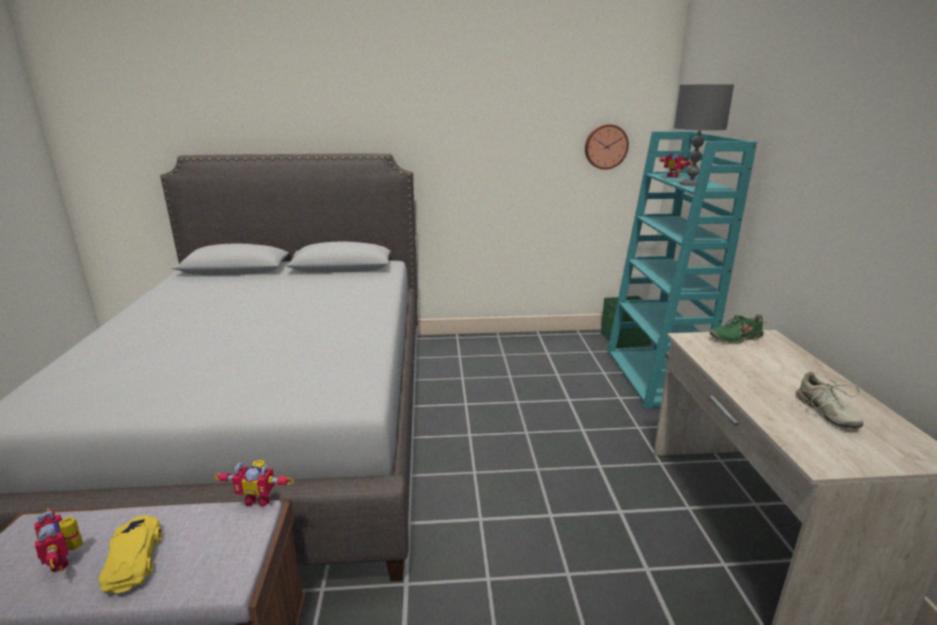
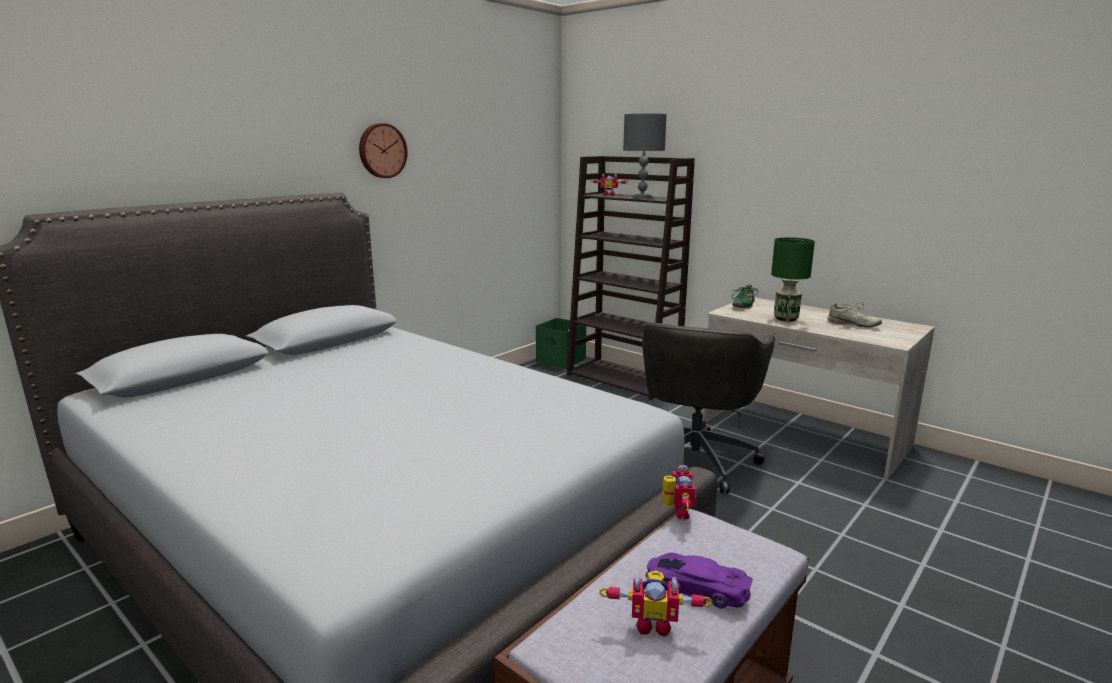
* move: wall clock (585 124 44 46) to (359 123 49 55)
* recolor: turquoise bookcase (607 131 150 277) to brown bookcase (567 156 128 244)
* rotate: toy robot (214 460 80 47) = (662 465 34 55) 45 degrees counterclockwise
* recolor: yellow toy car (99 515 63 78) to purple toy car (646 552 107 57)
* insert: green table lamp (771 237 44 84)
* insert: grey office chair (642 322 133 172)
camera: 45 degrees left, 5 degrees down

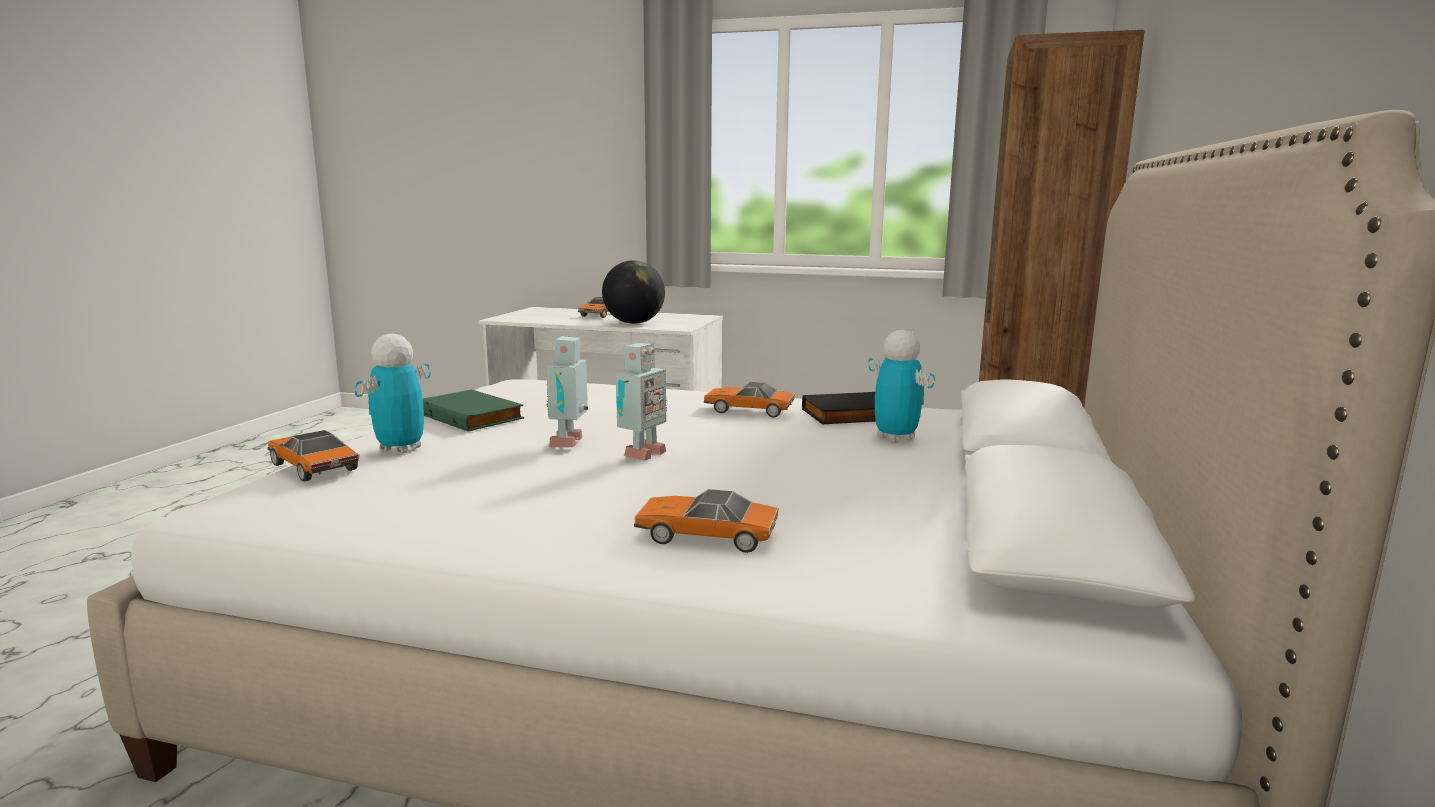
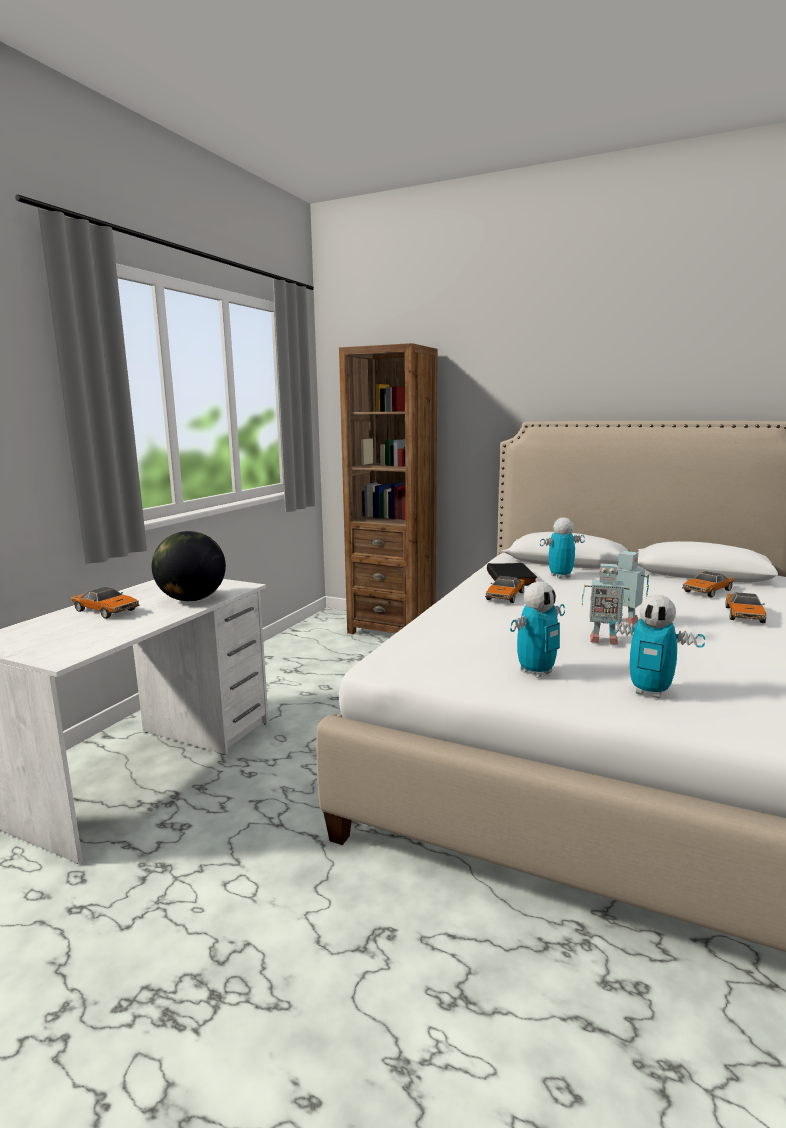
* replace: green book (423 389 101 43) to toy robot (510 581 55 97)
* move: toy car (267 430 92 52) to (682 571 52 27)
camera: 80 degrees left, 0 degrees up

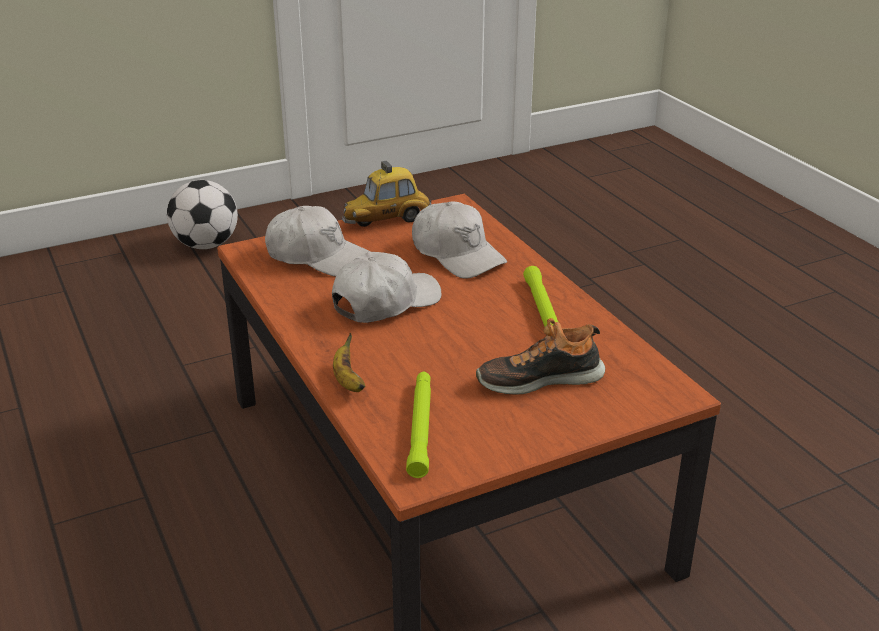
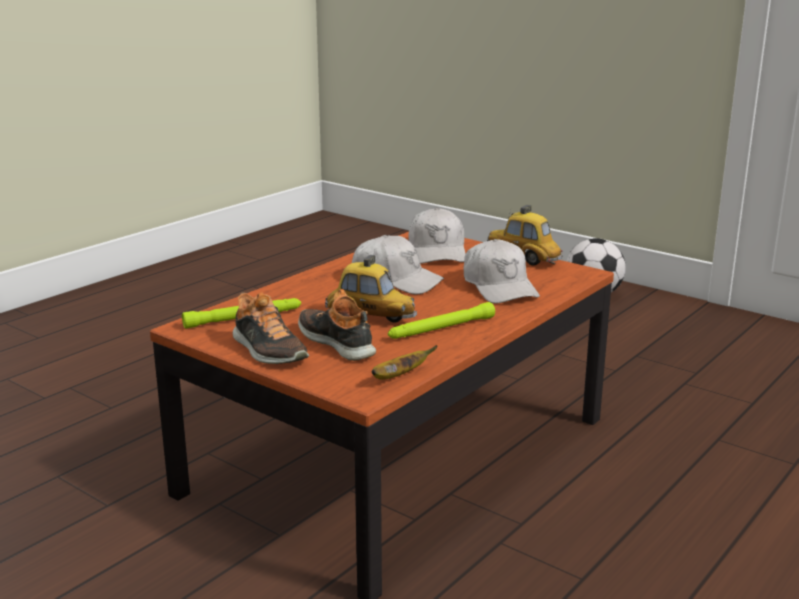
* rotate: white cap (412 201 95 78) = (464 239 76 65) 45 degrees counterclockwise
* move: banana (333 333 32 59) to (371 345 67 35)
* insert: toy car (325 255 92 68)
* insert: shoe (232 292 77 72)
camera: 65 degrees right, 10 degrees down

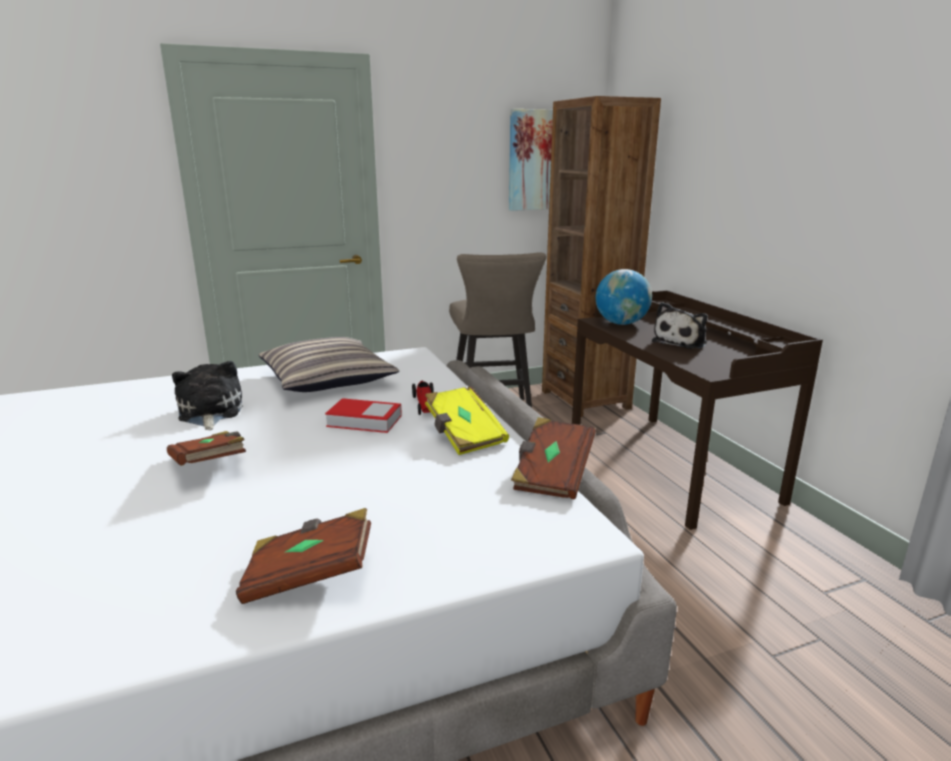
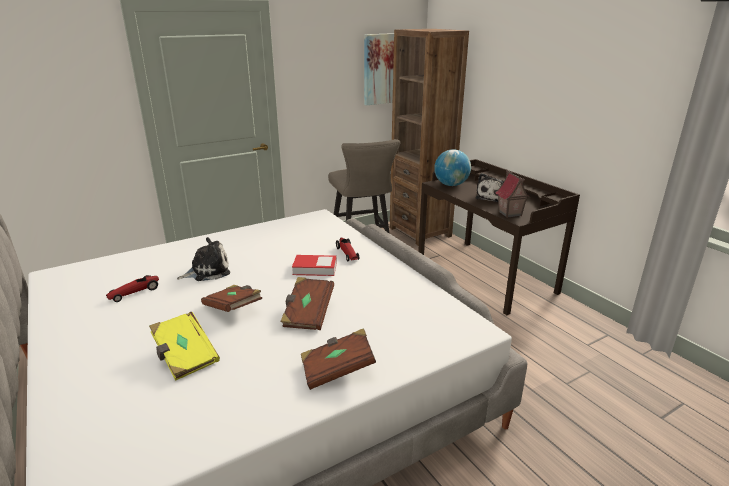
* delete: pillow (259 337 140 55)
* rotate: plush toy (172 361 71 69) = (177 237 53 44) 90 degrees clockwise
* move: yellow book (425 386 84 69) to (149 312 71 69)
* move: brown book (511 417 85 82) to (280 277 54 53)
* insert: toy house (496 169 34 49)
* insert: toy car (106 275 53 27)
camera: 10 degrees left, 5 degrees up

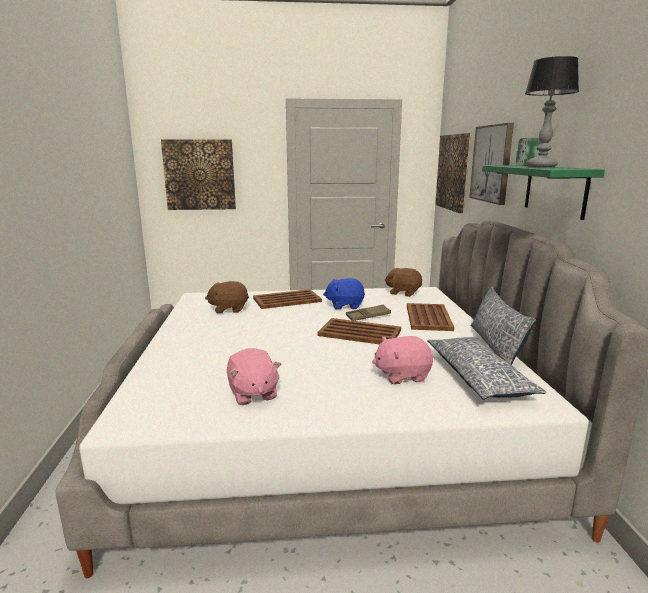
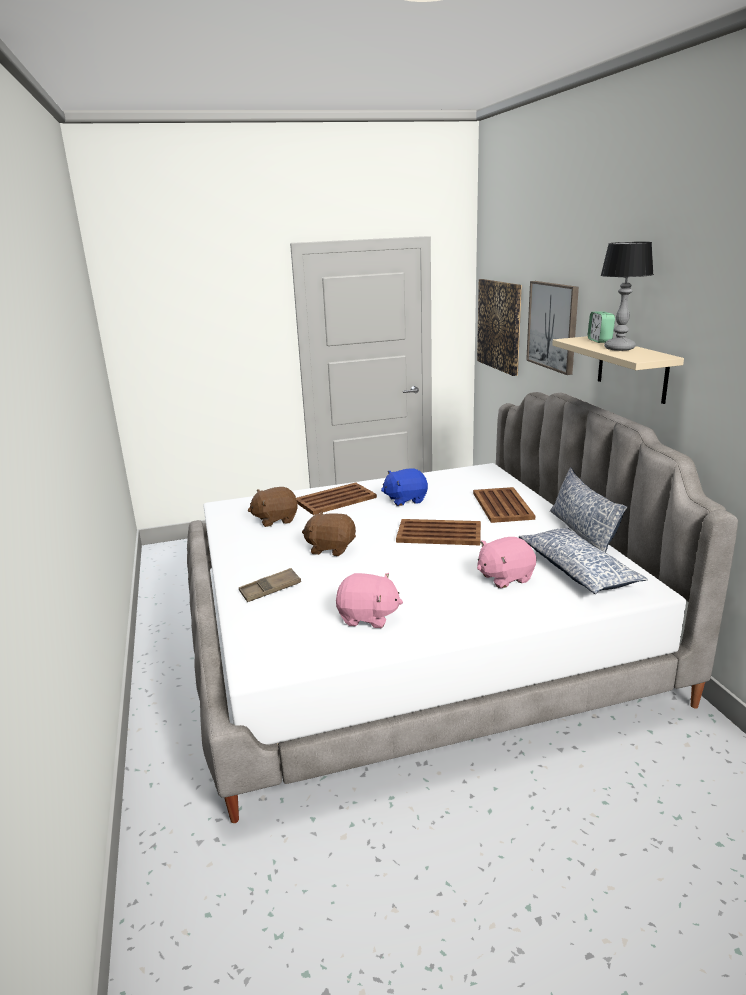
* delete: picture (161 139 75 71)
* recolor: green shelf (482 165 123 55) to beige shelf (552 336 132 68)
* move: brown plush toy (385 268 37 29) to (302 511 54 45)
* move: brown tray (346 305 45 16) to (239 568 62 34)
* rotate: pink plush toy (227 348 54 57) = (336 573 67 55) 45 degrees counterclockwise
camera: 10 degrees left, 5 degrees up

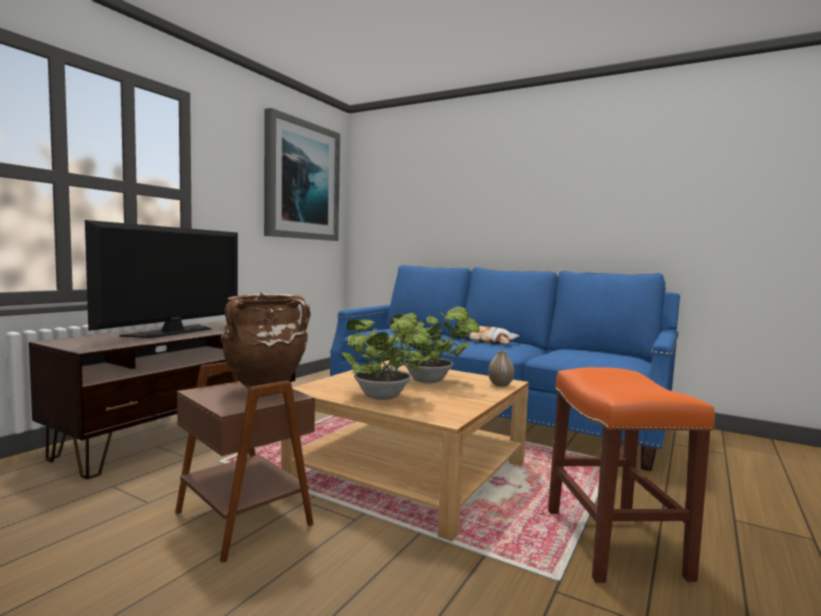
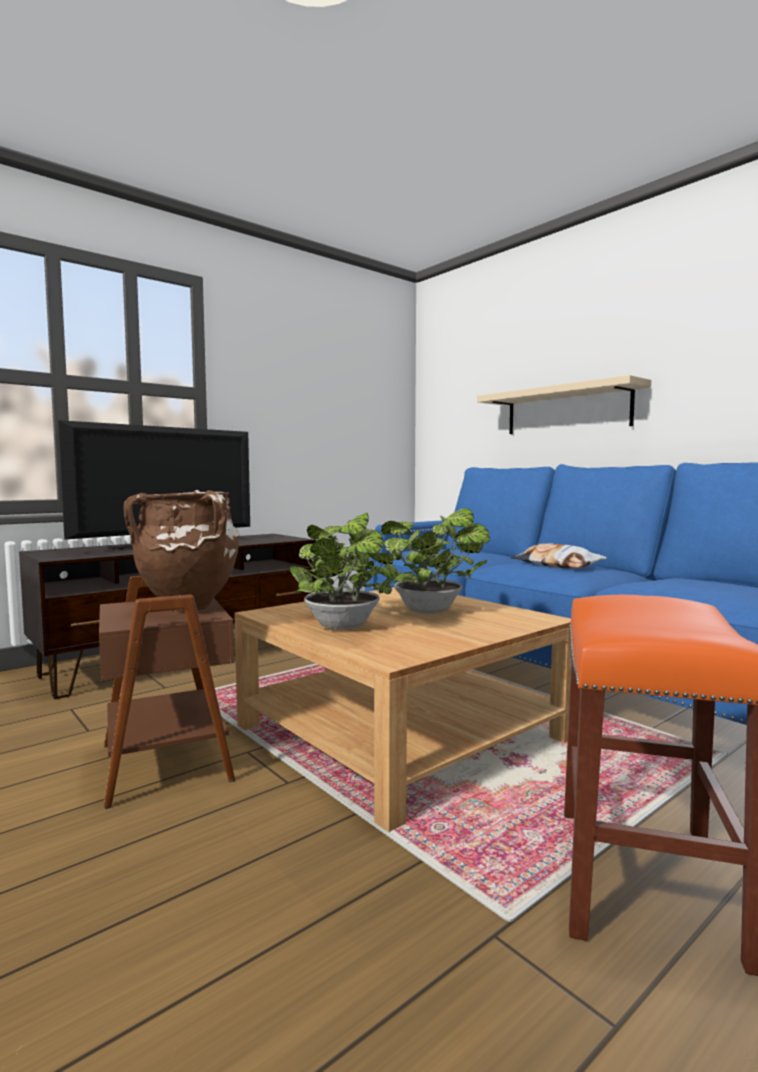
* delete: picture (264 108 76 133)
* delete: vase (488 351 26 36)
* insert: beige shelf (477 375 174 59)
camera: 20 degrees right, 0 degrees up

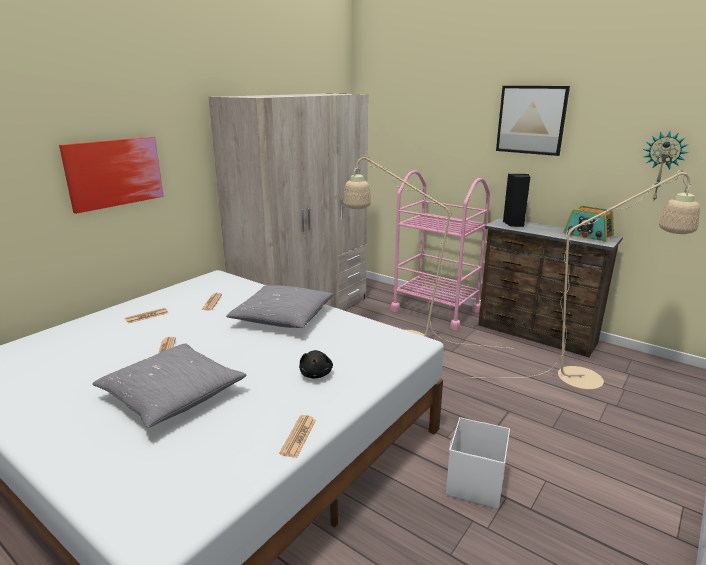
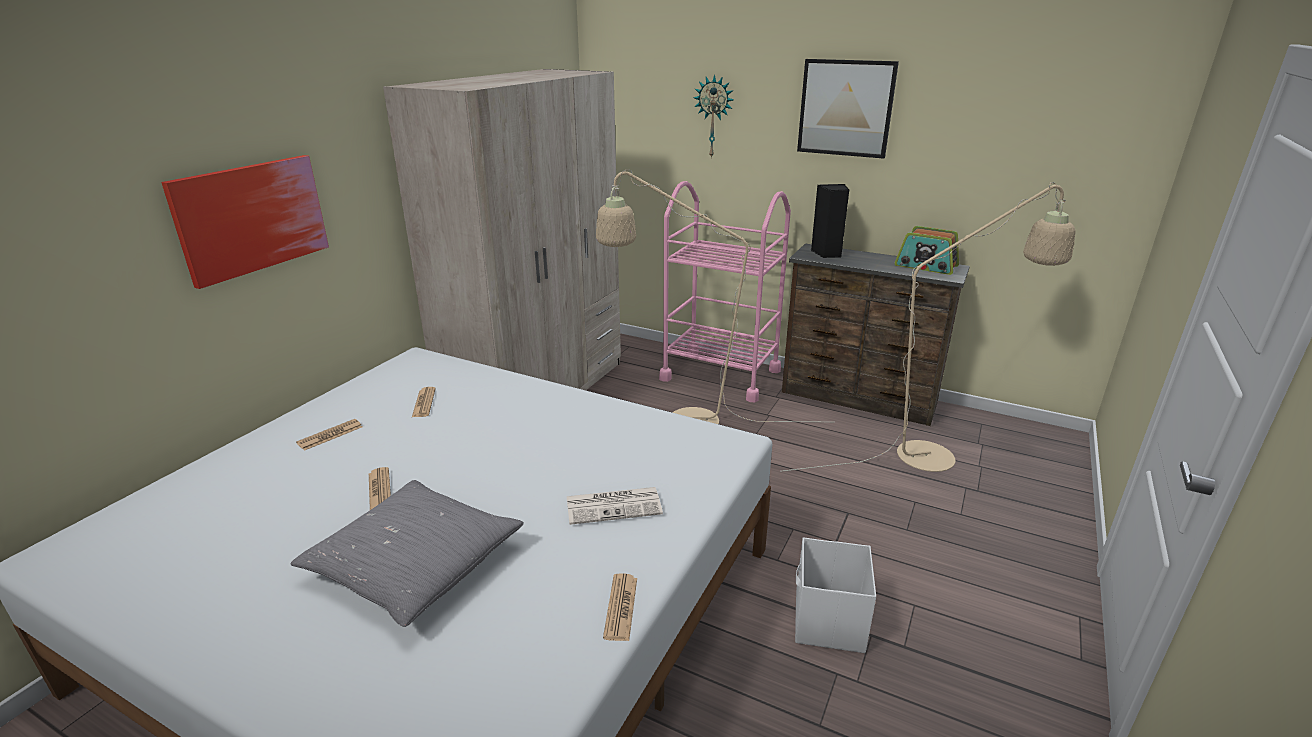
* move: wall clock (643 131 46 69) to (693 74 41 85)
* delete: grey pillow (226 285 108 43)
* replace: black plush toy (299 350 34 29) to newspaper (567 487 96 38)
camera: 10 degrees left, 5 degrees up

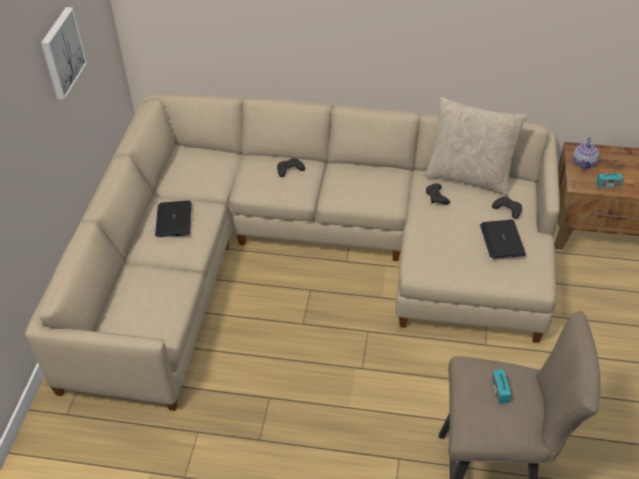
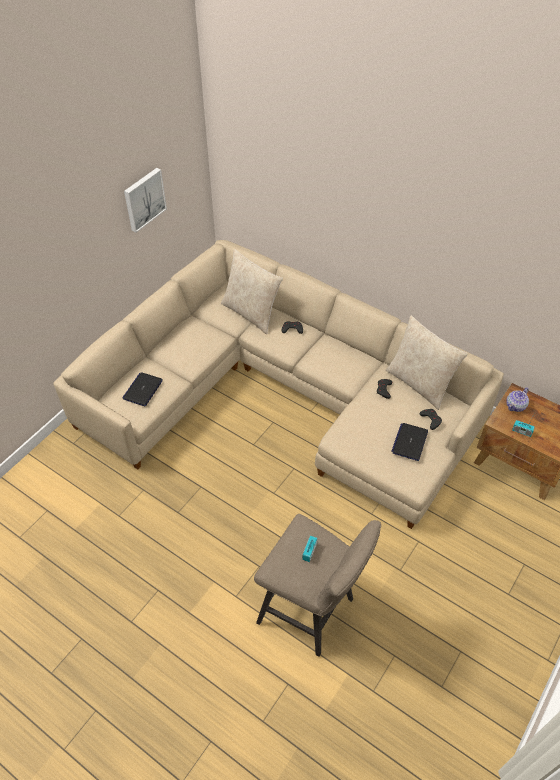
* move: laptop (155 201 36 36) to (122 372 41 34)
* insert: beige pillow (221 249 62 85)
camera: 25 degrees right, 5 degrees up

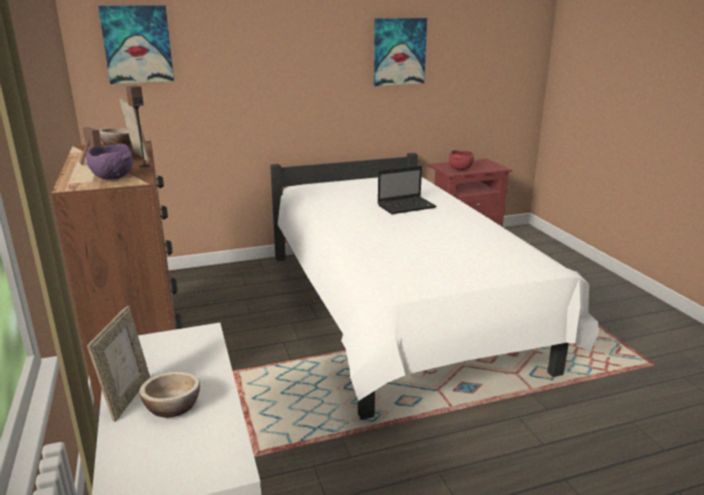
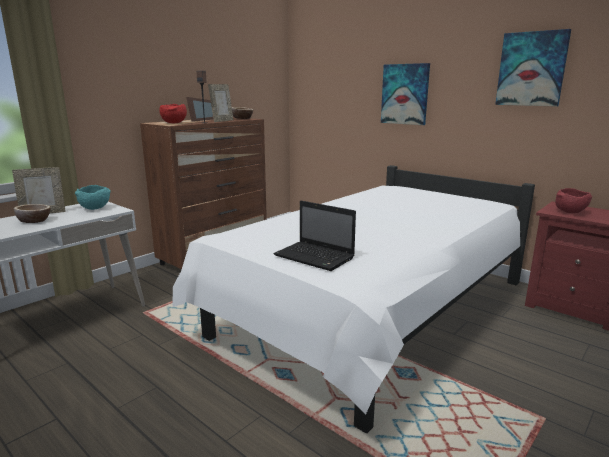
* move: picture (98 5 76 79) to (381 63 49 62)
* recolor: purple bowl (86 144 47 36) to red bowl (159 104 28 19)
* move: laptop (378 166 59 48) to (273 201 83 70)
* insert: turquoise bowl (75 185 36 25)
camera: 60 degrees right, 5 degrees down

